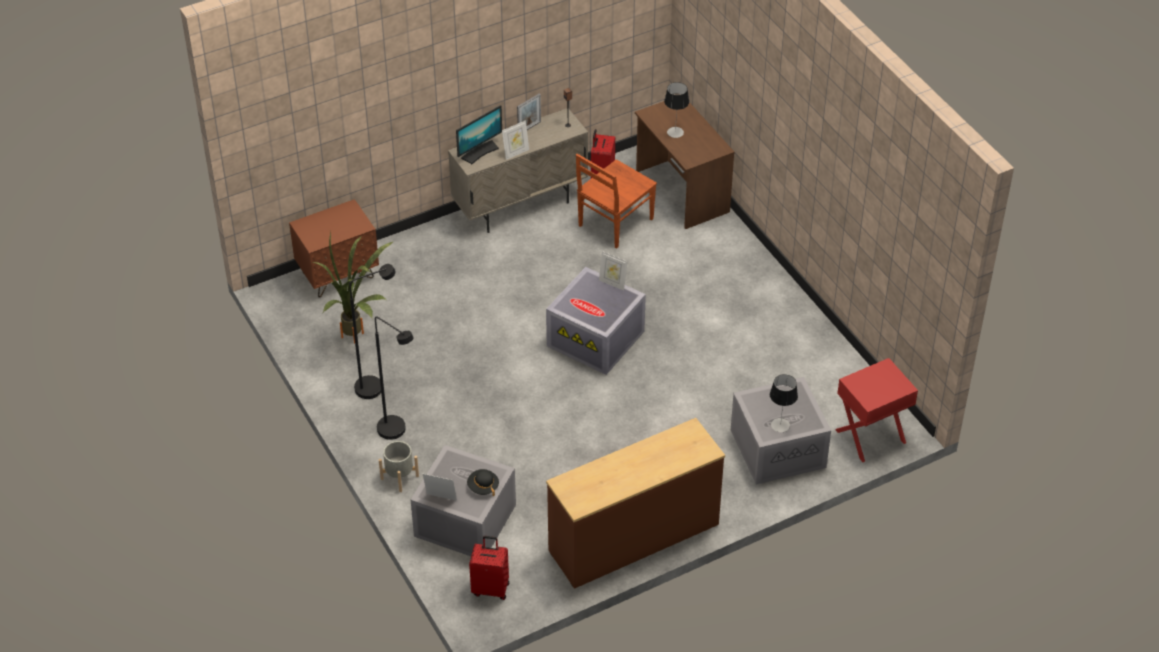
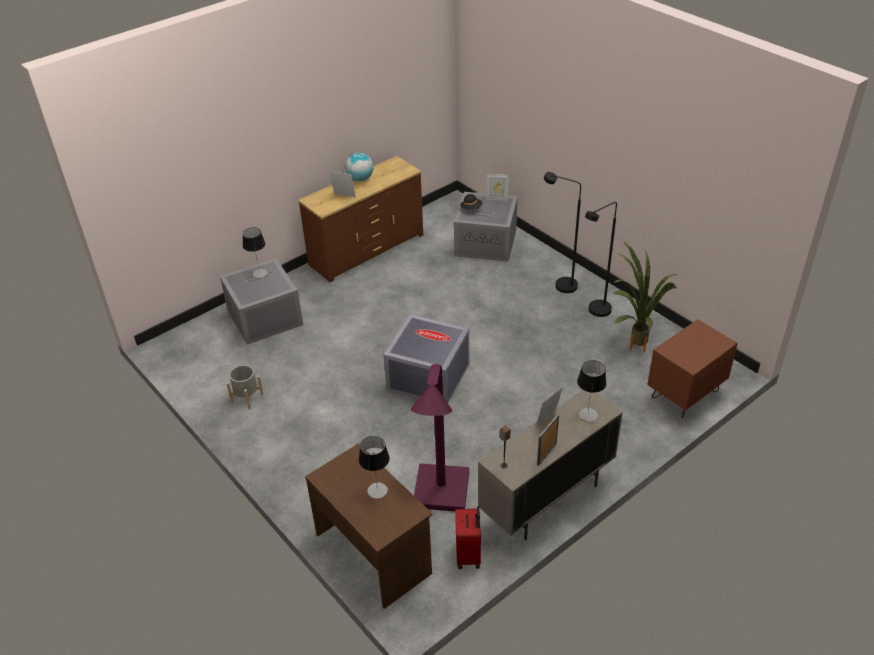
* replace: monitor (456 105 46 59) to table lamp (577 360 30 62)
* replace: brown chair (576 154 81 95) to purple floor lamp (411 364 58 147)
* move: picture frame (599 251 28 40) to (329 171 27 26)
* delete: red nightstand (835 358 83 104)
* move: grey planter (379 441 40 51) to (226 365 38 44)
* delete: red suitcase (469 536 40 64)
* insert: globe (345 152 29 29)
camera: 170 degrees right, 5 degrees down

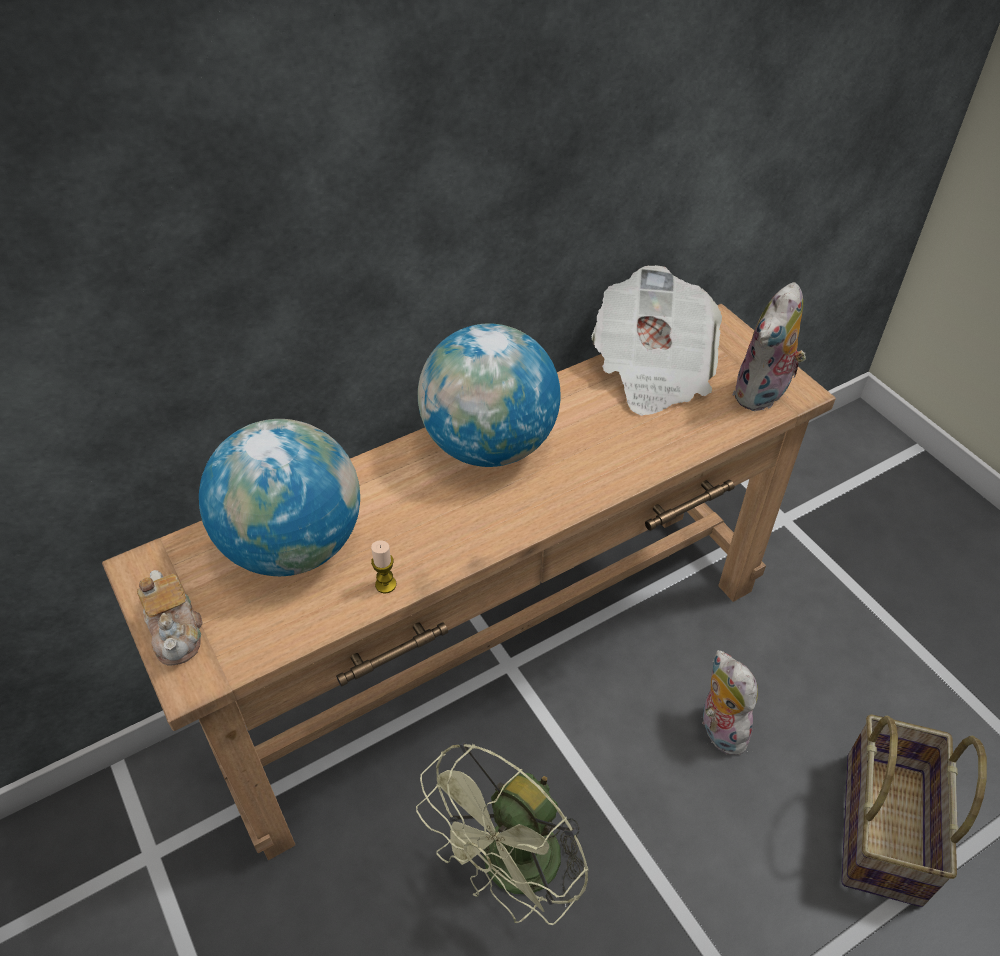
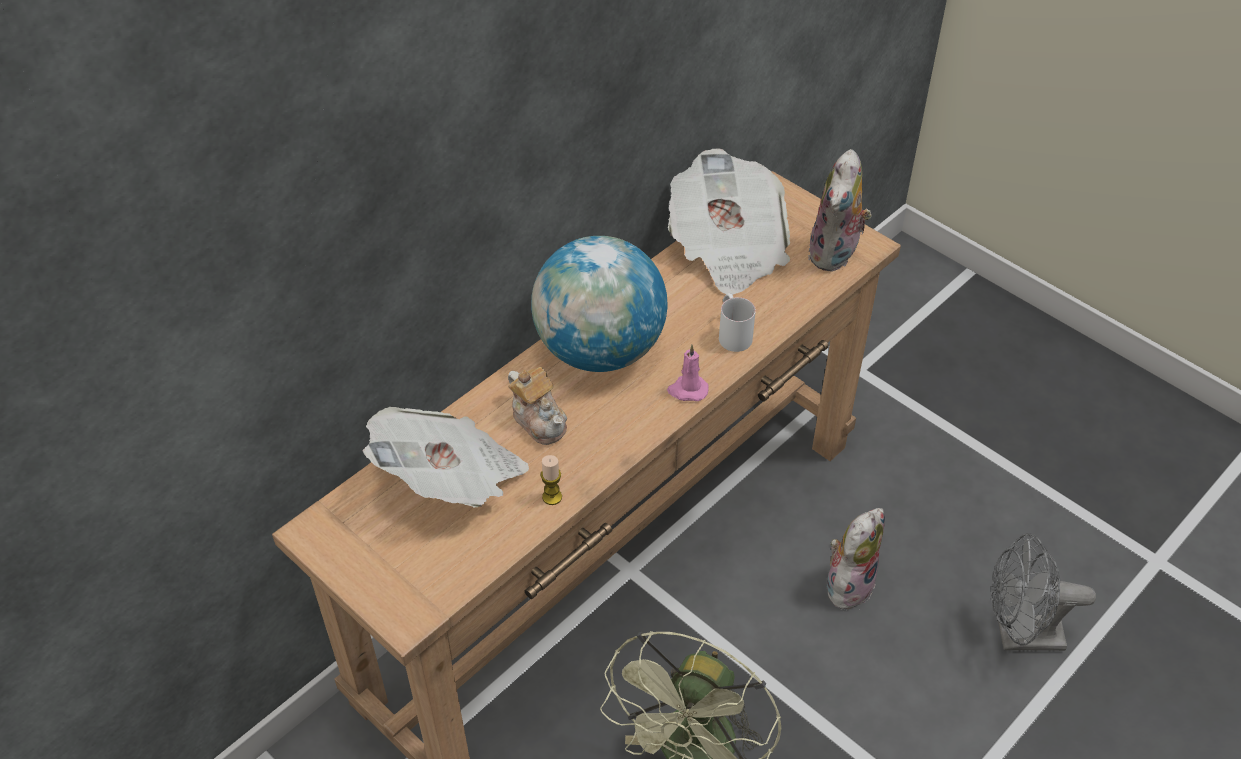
* replace: globe (199 419 161 157) to newspaper (363 407 166 100)
* move: teapot (137 570 66 96) to (508 367 59 78)
* rotate: plush toy (702 650 56 105) = (827 508 58 102) 75 degrees clockwise
* replace: basket (842 715 145 192) to grey fan (991 533 105 118)
* insert: white mug (719 293 37 59)
* insert: pink candle (667 345 42 56)
camera: 15 degrees left, 0 degrees up

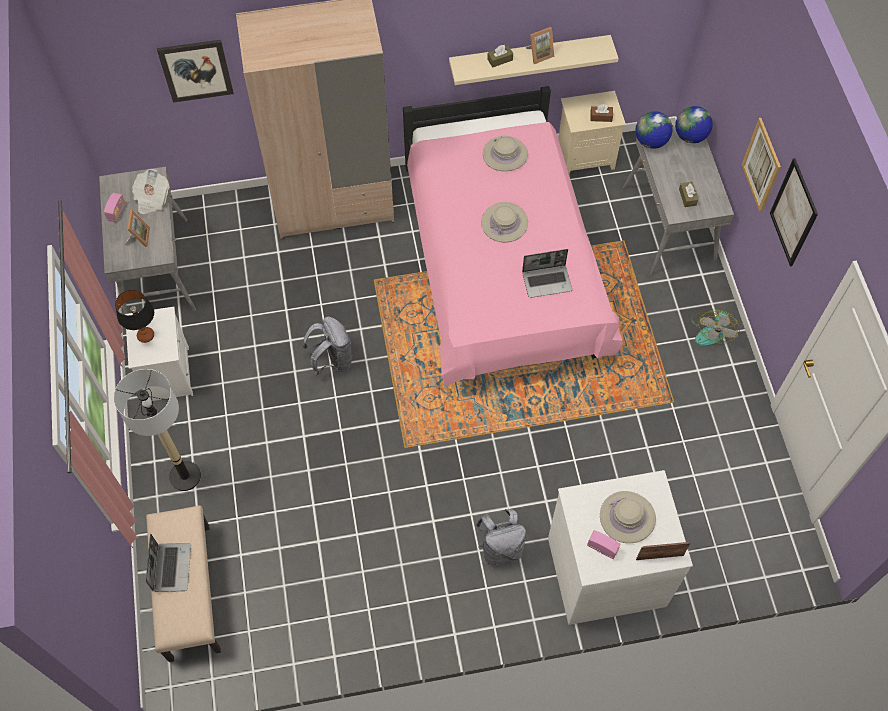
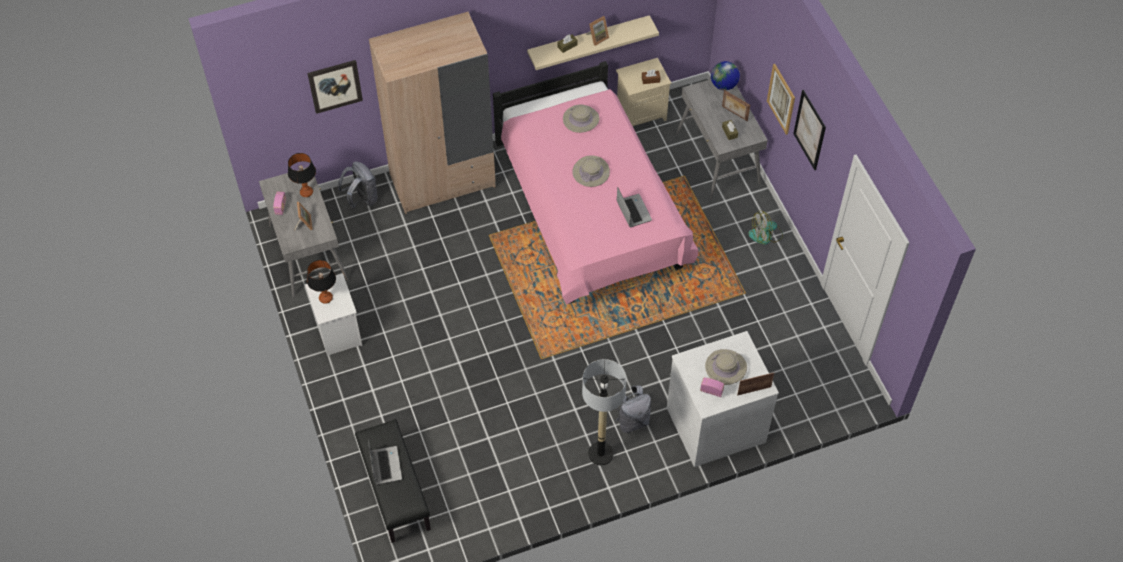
* delete: globe (635 111 38 38)
* replace: newspaper (132 169 37 45) to table lamp (288 153 28 44)
* rotate: laptop (522 249 50 49) = (617 187 35 40) 90 degrees counterclockwise
* rotate: fan (691 310 49 36) = (748 211 35 34) 60 degrees clockwise
* move: grey backpack (303 317 49 59) to (338 161 39 48)
* move: floor lamp (114 369 87 122) to (582 359 45 107)
* recolor: beige bench (146 505 75 157) to black bench (355 419 76 124)
* insert: picture frame (722 90 28 31)
camera: 10 degrees left, 5 degrees down

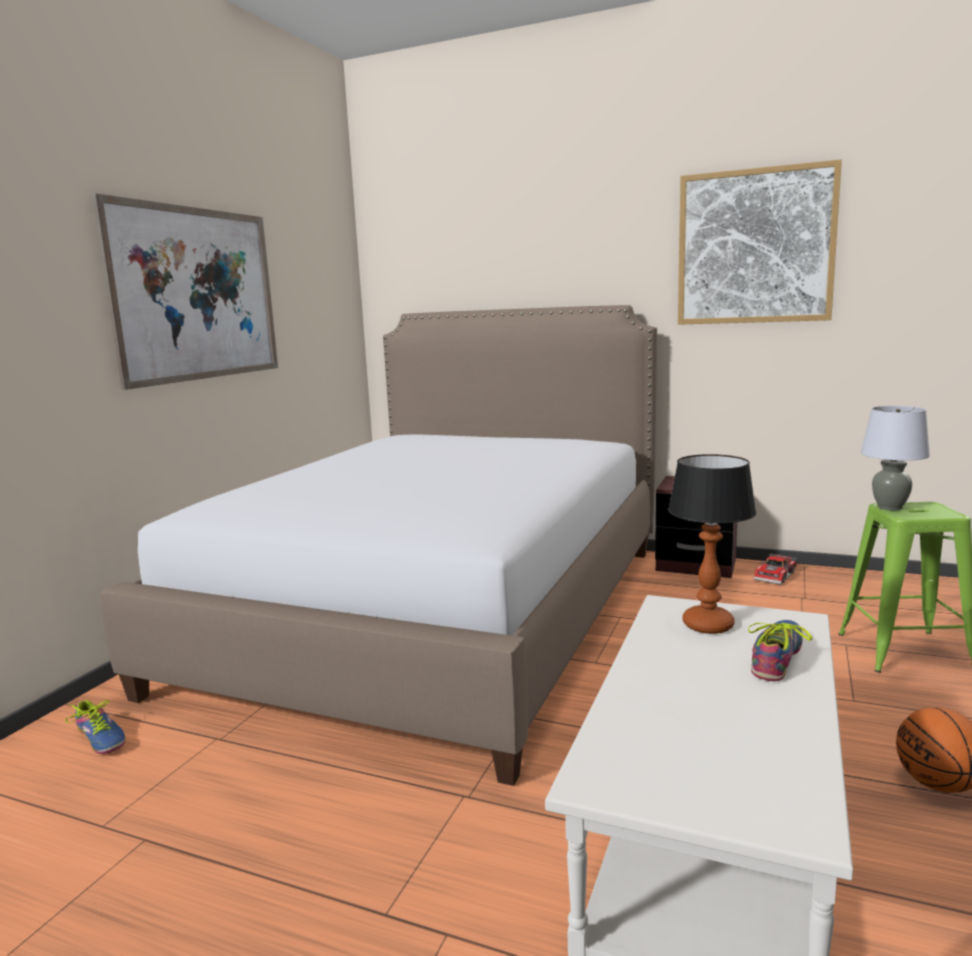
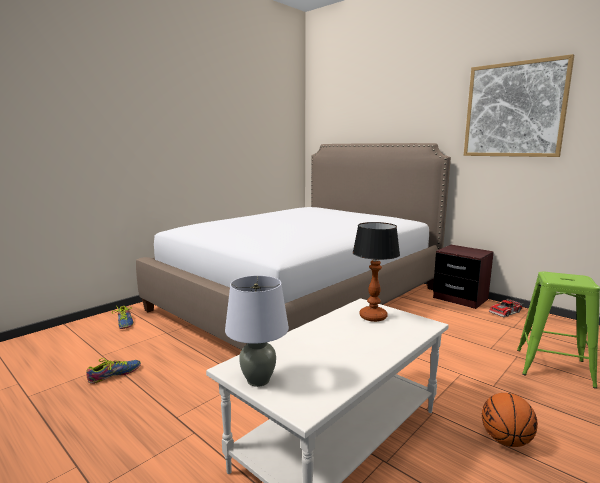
* delete: picture (92 193 186 197)
* move: grey table lamp (861 406 69 104) to (225 275 64 112)
* move: shoe (748 620 64 61) to (86 358 55 26)
camera: 20 degrees right, 0 degrees up

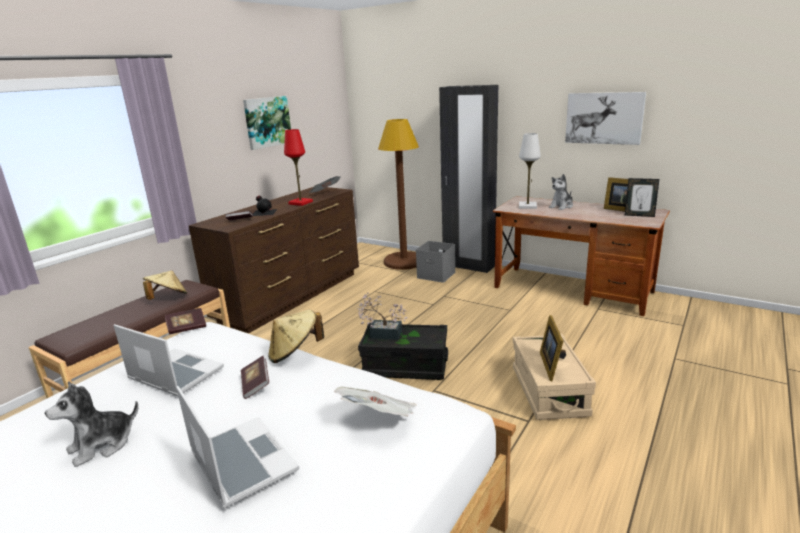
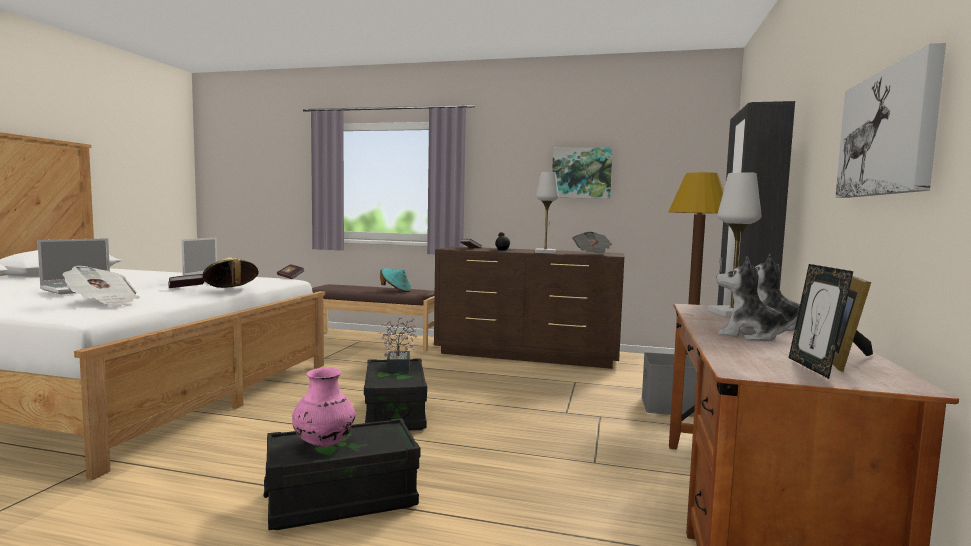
* recolor: red table lamp (284 129 29 77) to white table lamp (535 172 24 82)
* recolor: beige hat (143 271 44 29) to turquoise hat (380 268 31 24)
* replace: picture frame (540 315 26 66) to pink vase (292 368 63 79)
* recolor: beige storage box (513 334 83 86) to black storage box (264 418 156 112)
* move: plush toy (45 381 93 86) to (716 256 83 85)
camera: 70 degrees right, 15 degrees down

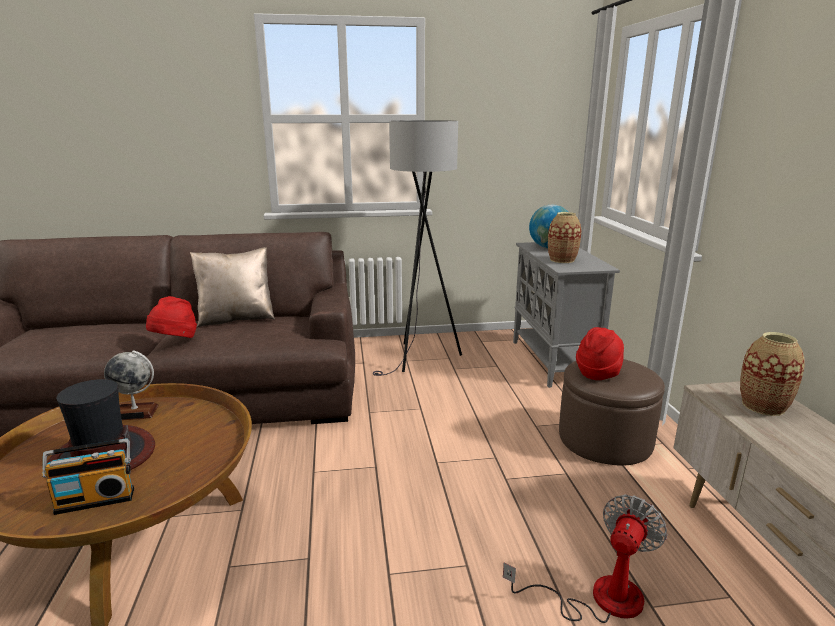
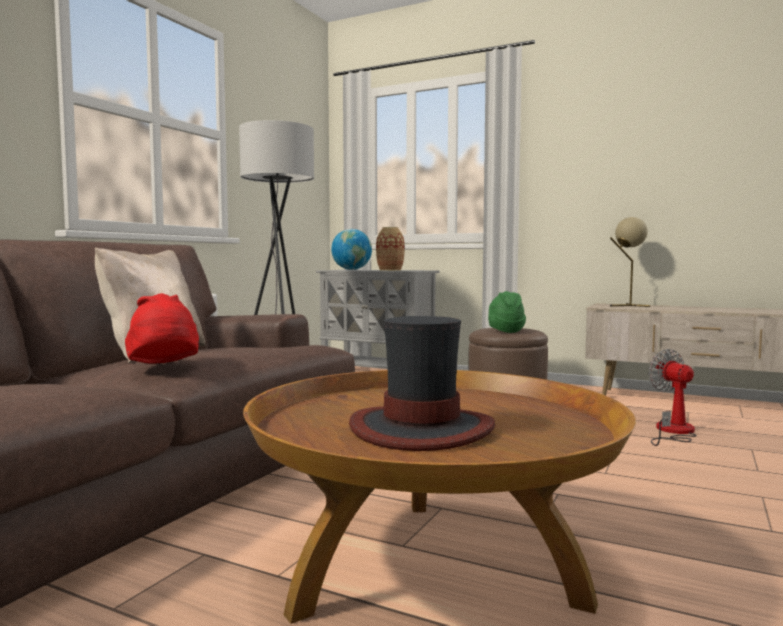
* recolor: red hat (576 327 48 53) to green hat (488 291 38 42)
* replace: vase (740 332 65 84) to beige table lamp (610 217 40 90)
* delete: globe (104 351 55 69)
* delete: radio (42 439 92 76)
camera: 55 degrees left, 15 degrees down

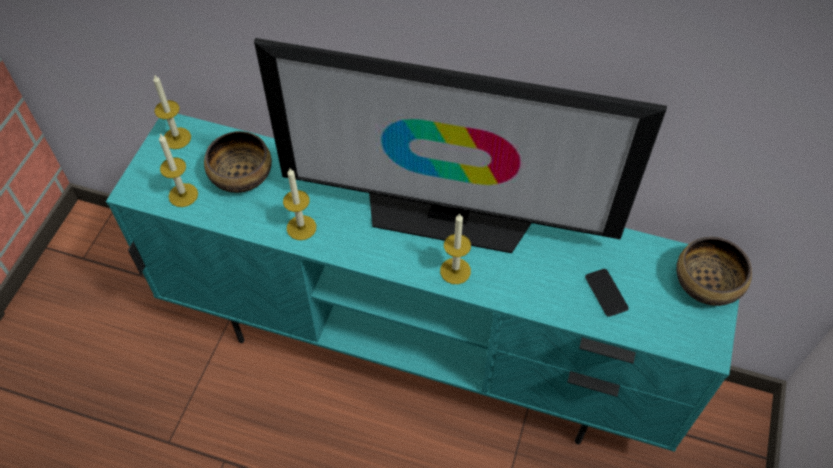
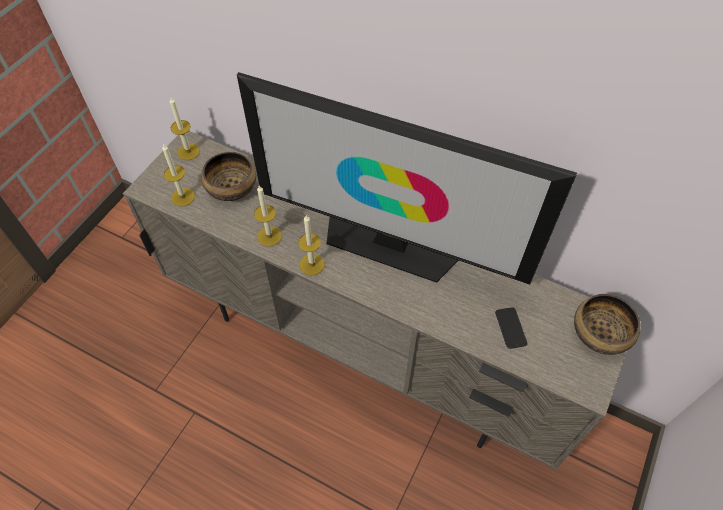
* recolor: turquoise tv stand (106 114 633 338) to beige tv stand (123 131 504 339)
* move: candle (440 213 31 71) to (298 215 27 60)
camera: 10 degrees right, 0 degrees up

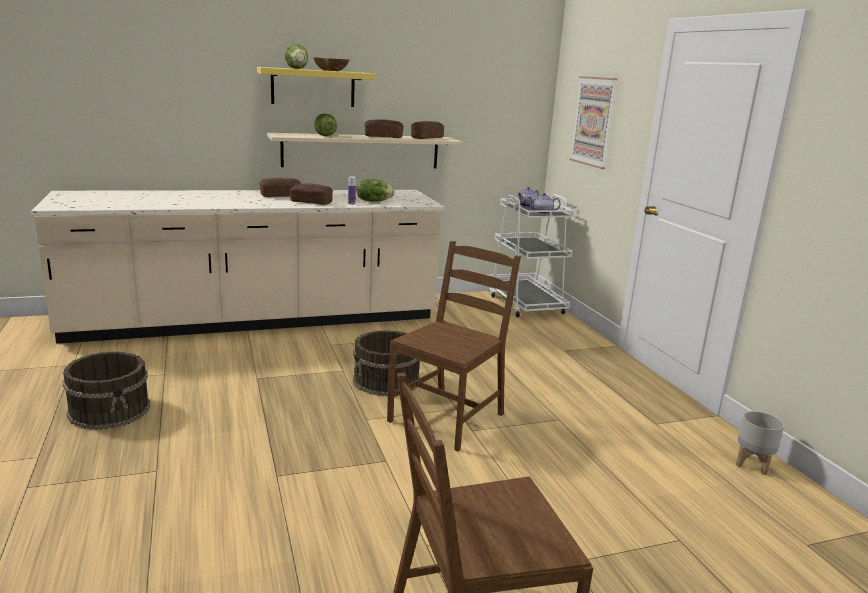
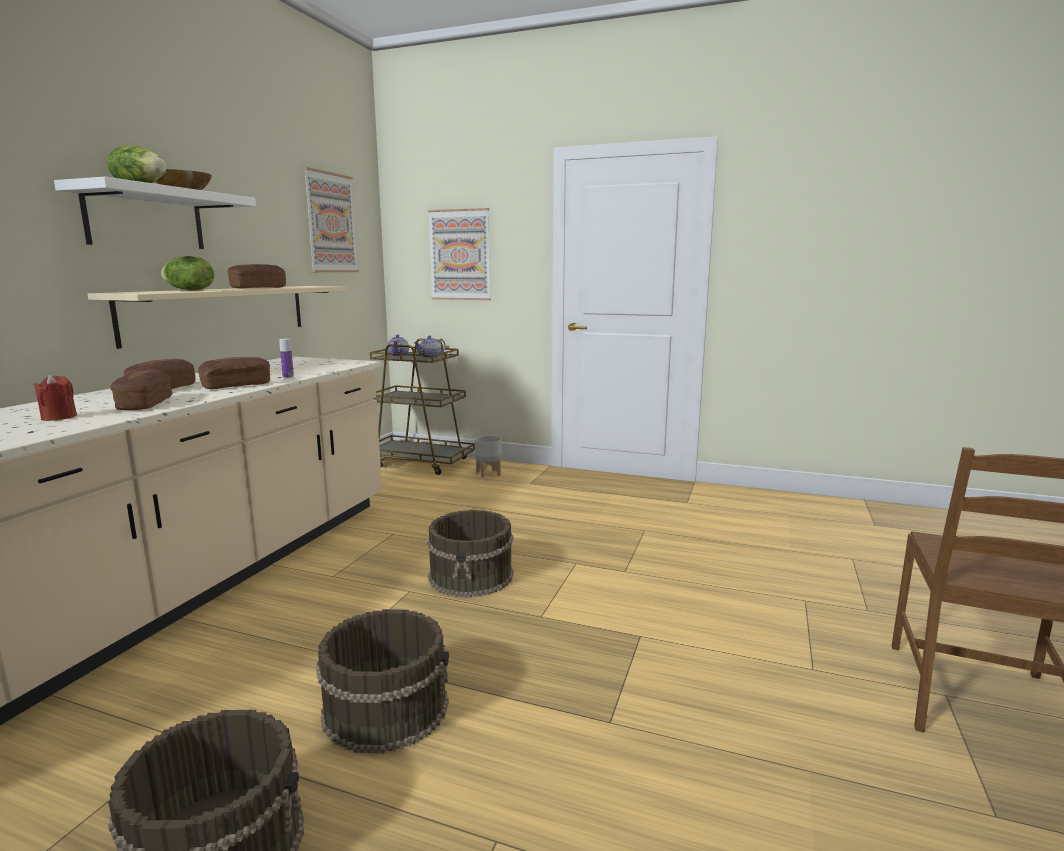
* recolor: yellow shelf (257 67 119 40) to white shelf (54 177 202 72)
* move: bread (411 121 33 18) to (110 370 62 40)
* delete: lettuce (356 179 39 23)
* recolor: white cart (490 194 84 123) to brown cart (370 339 105 136)
* delete: brown chair (387 241 134 210)
* move: grey planter (736 411 48 64) to (475 435 27 43)
* insert: picture (303 167 56 105)
* insert: red candle (33 374 44 47)
* insert: brown bucket (316 609 133 145)
camera: 50 degrees left, 5 degrees down

